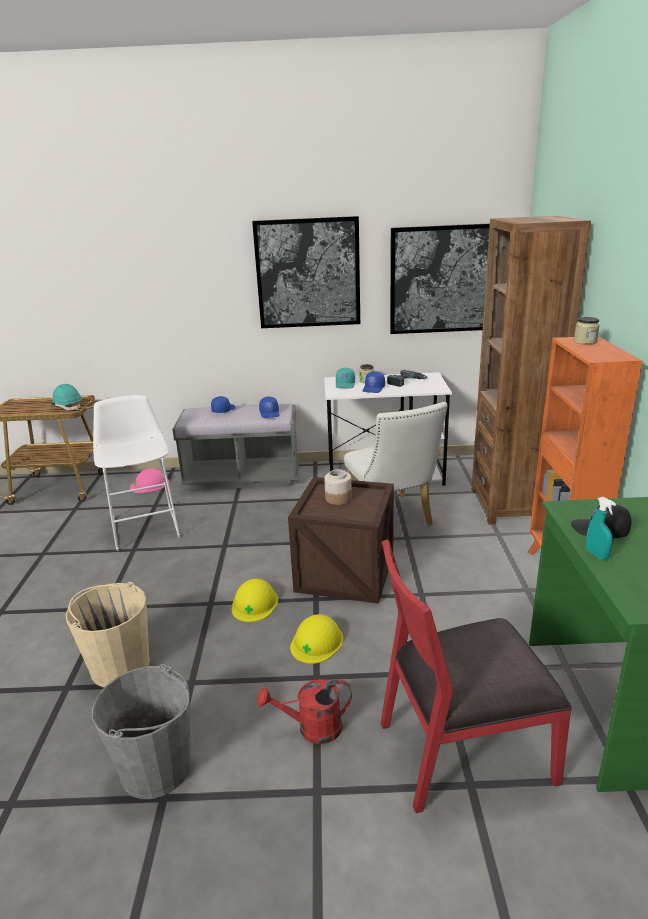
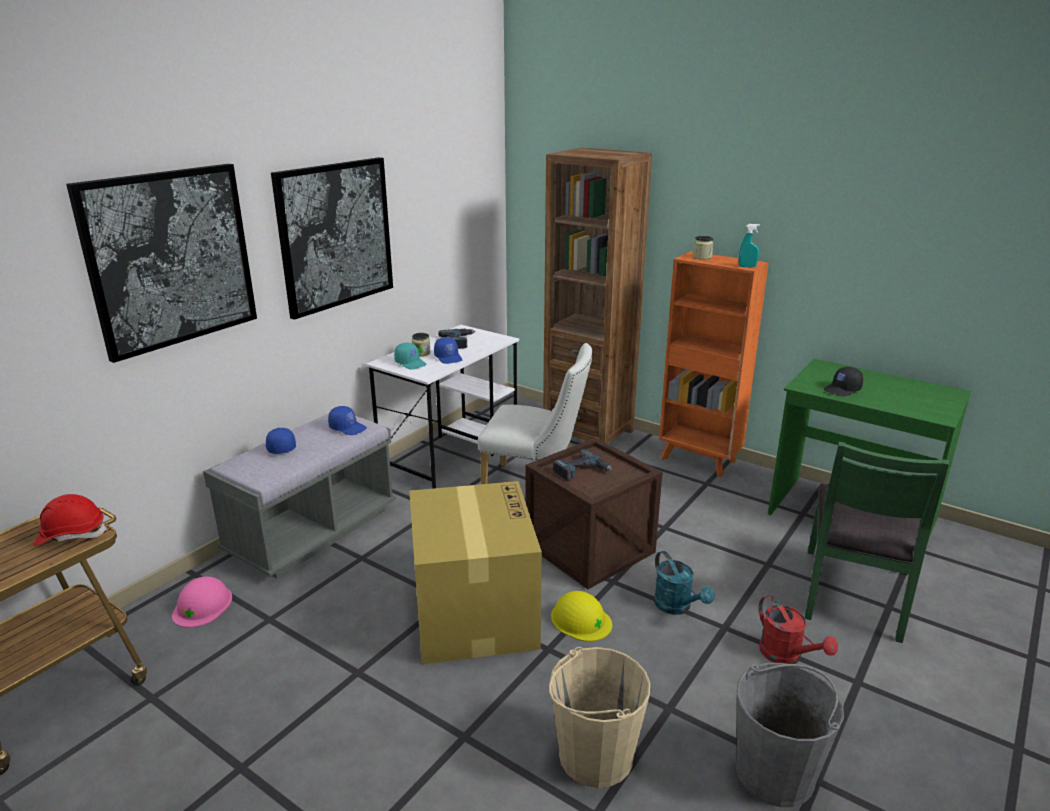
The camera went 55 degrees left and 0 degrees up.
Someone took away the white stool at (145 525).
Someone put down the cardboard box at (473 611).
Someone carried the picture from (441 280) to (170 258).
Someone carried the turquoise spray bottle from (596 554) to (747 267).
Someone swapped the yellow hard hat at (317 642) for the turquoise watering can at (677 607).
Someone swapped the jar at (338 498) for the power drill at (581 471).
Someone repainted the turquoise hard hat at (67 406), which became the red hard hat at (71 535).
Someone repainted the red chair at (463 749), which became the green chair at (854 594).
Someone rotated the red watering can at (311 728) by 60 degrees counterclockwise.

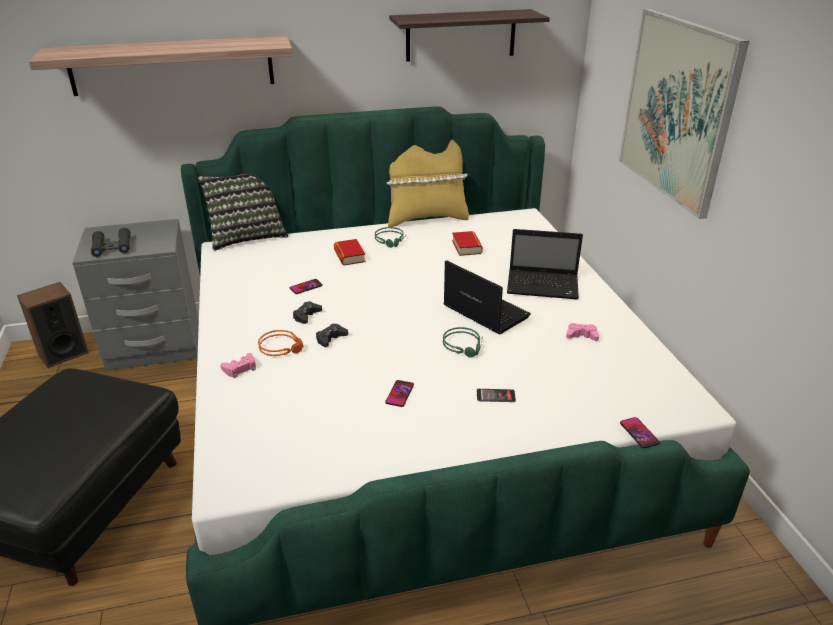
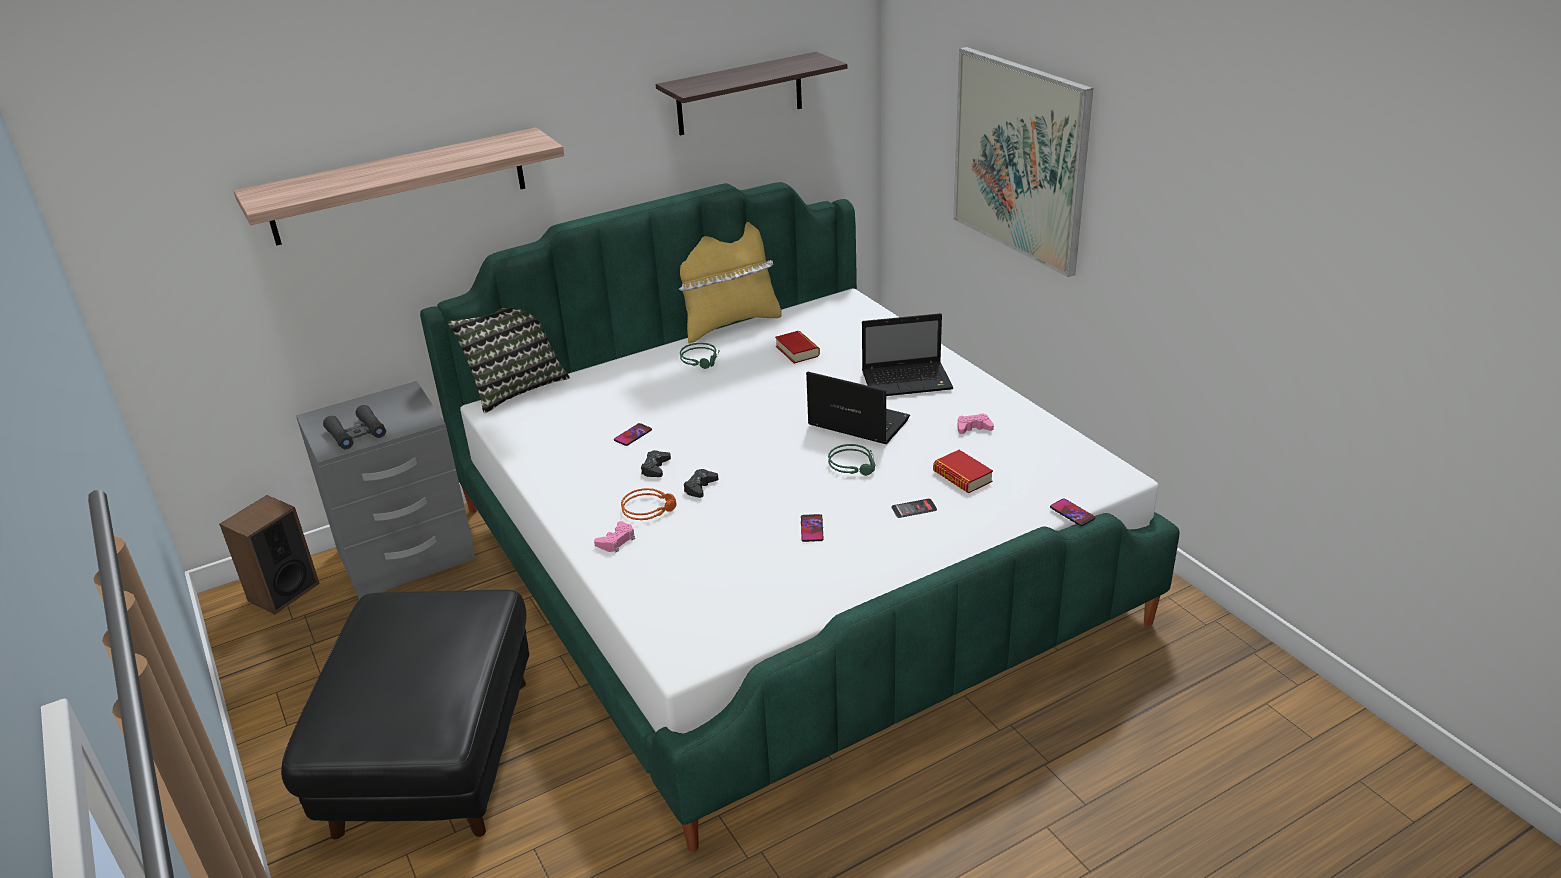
The camera went 15 degrees left and 0 degrees up.
Someone carried the book from (349 256) to (962 477).

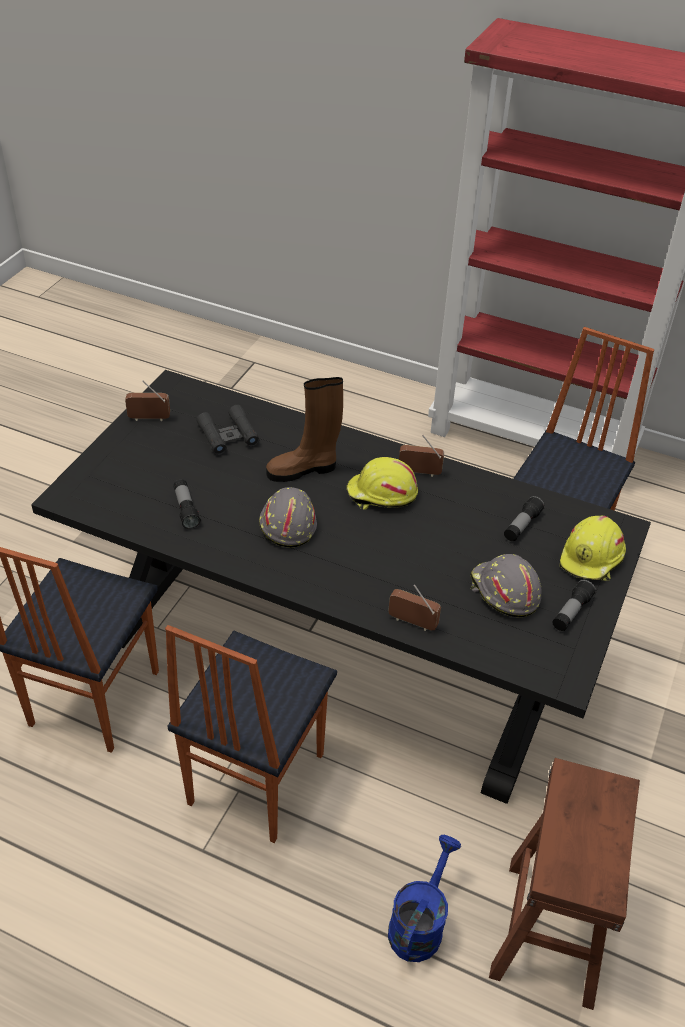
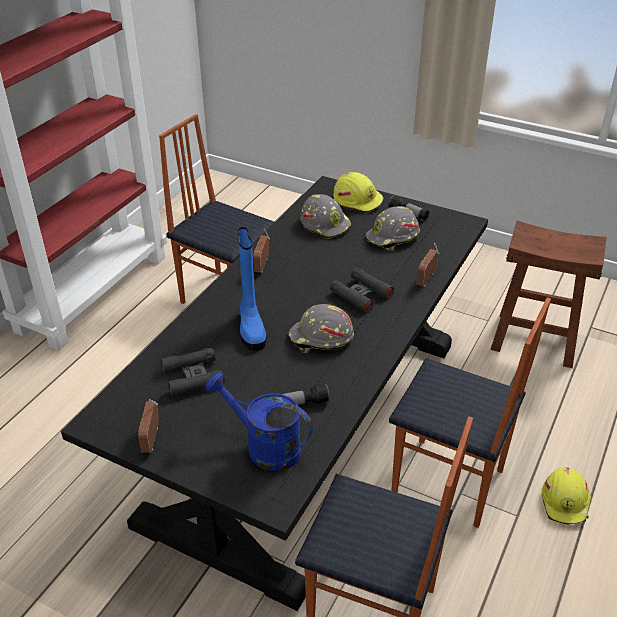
The camera went 85 degrees left and 5 degrees down.
Someone put down the black binoculars at (361 294).
Someone carried the yellow hard hat from (381 494) to (565 502).
Someone carried the blue watering can from (419 923) to (264 446).
Someone swapped the flashlight at (522 525) for the grey hard hat at (325 224).
Someone repainted the brown boot at (303 470), which became the blue boot at (251 328).

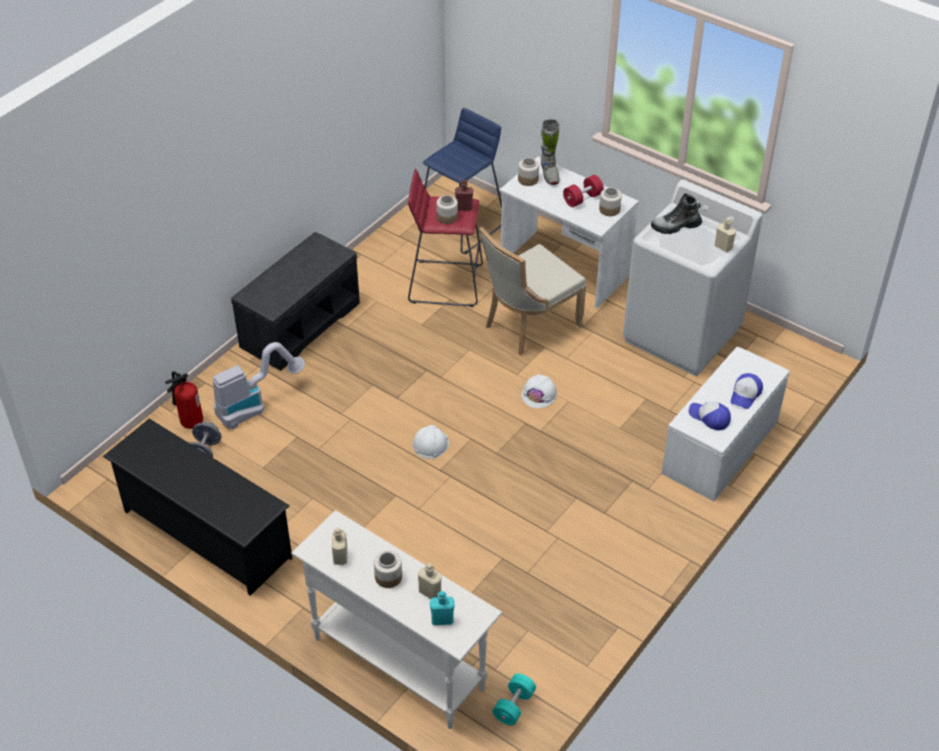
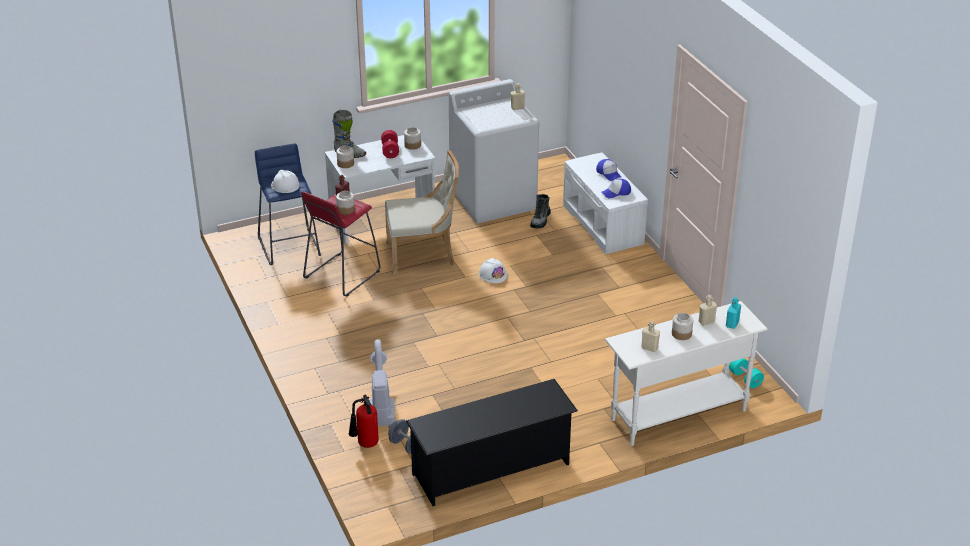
The camera went 60 degrees left and 10 degrees down.
Someone took away the grey bench at (300 324).
Someone carried the white hard hat from (430 444) to (285 185).
Someone carried the boot from (675 226) to (540 220).
Someone rotated the beige chair at (528 326) by 90 degrees counterclockwise.

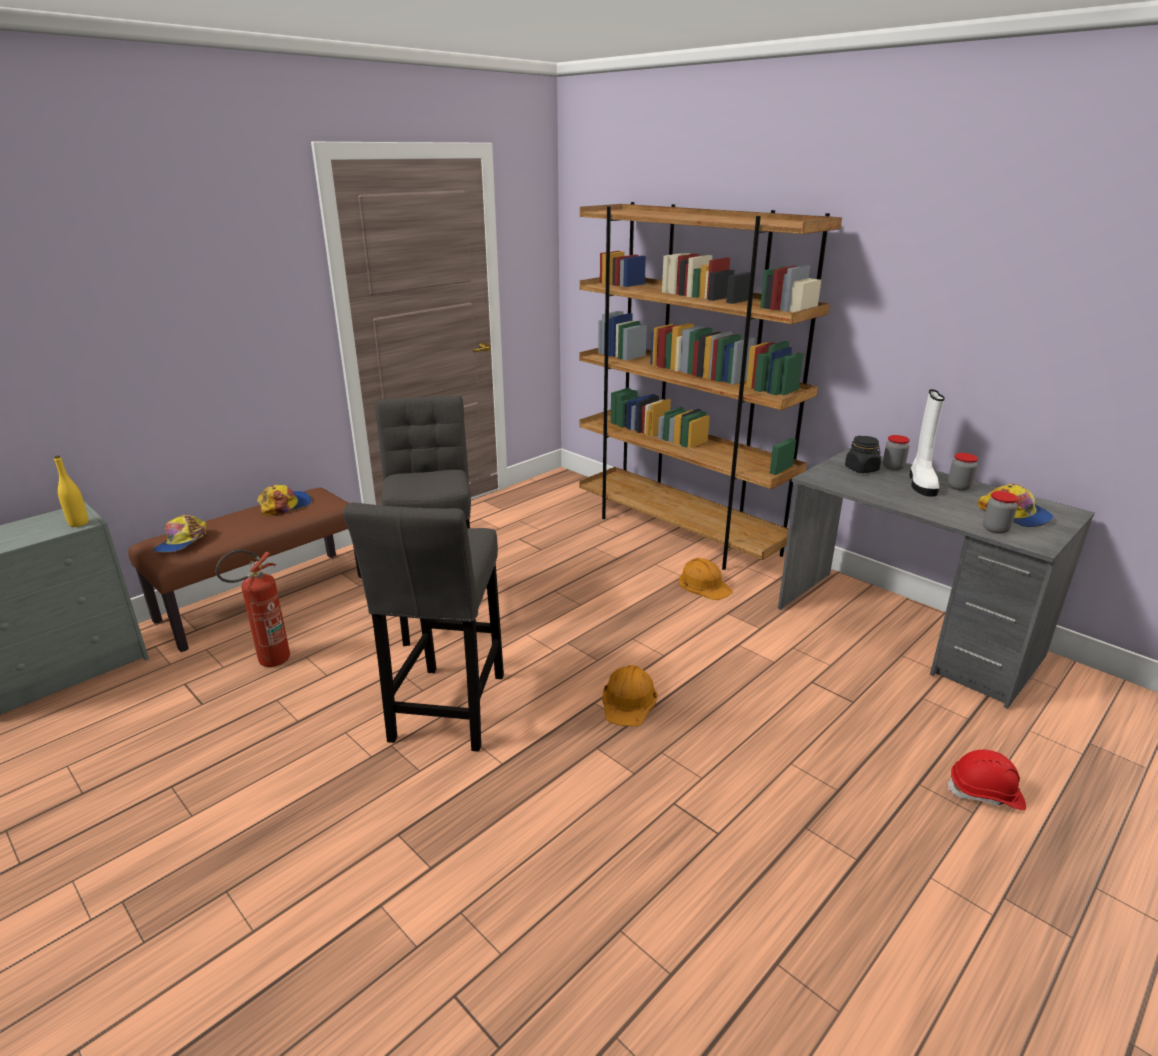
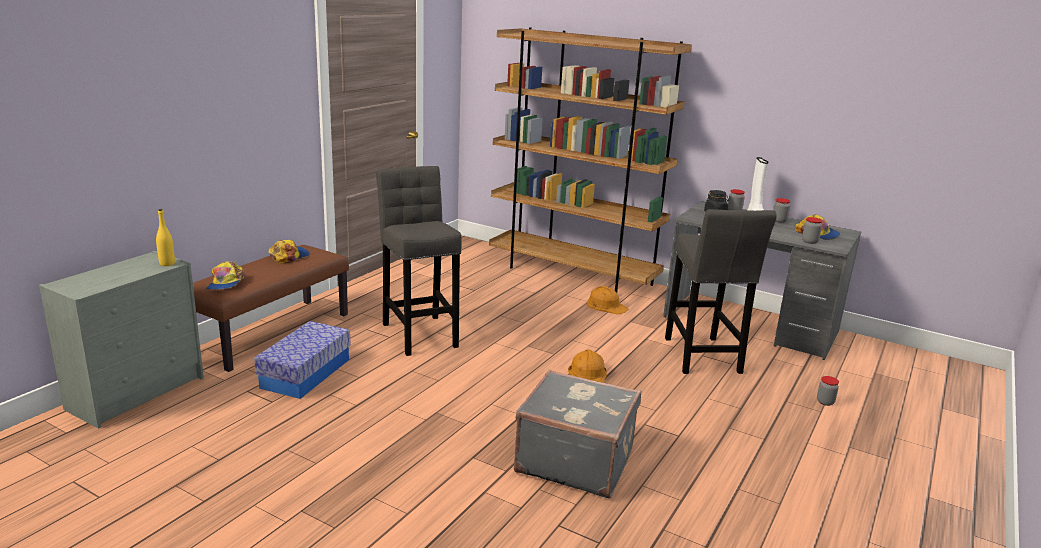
The camera went 15 degrees left and 5 degrees down.
Someone put down the grey suitcase at (574 460).
Someone carried the grey stool from (447 712) to (702 358).
Someone swapped the fire extinguisher at (267 663) for the storage box at (305 373).
Someone swapped the red hard hat at (985 794) for the jar at (825 402).

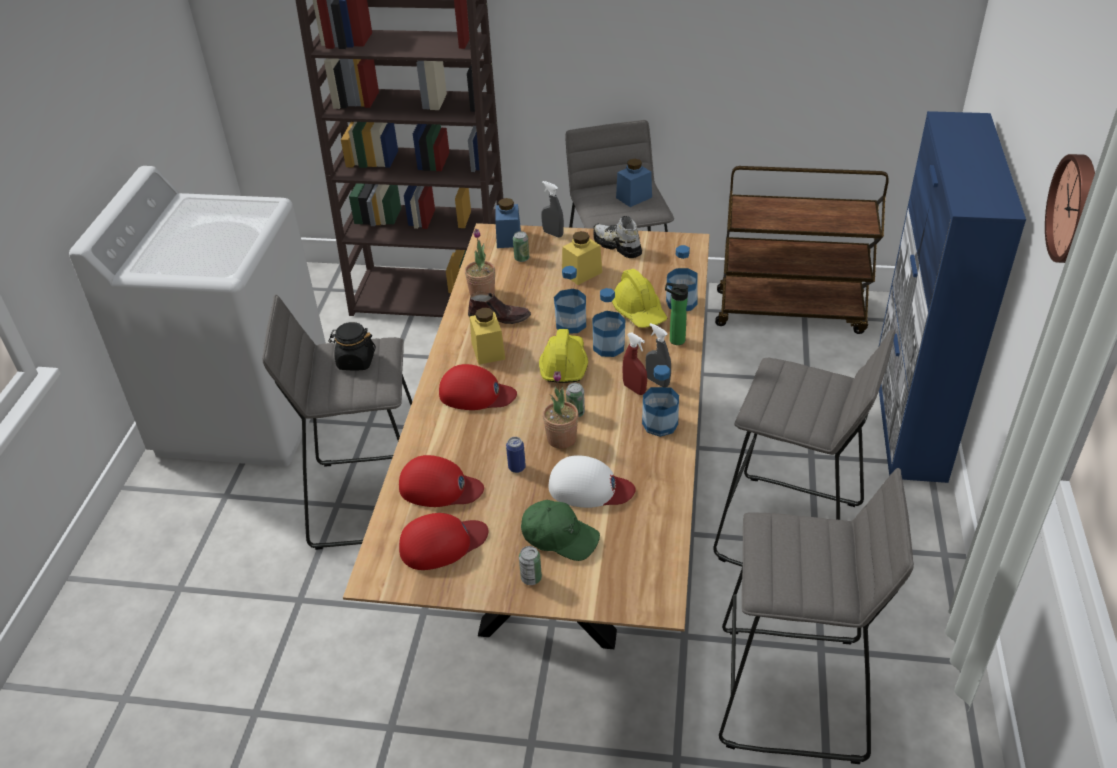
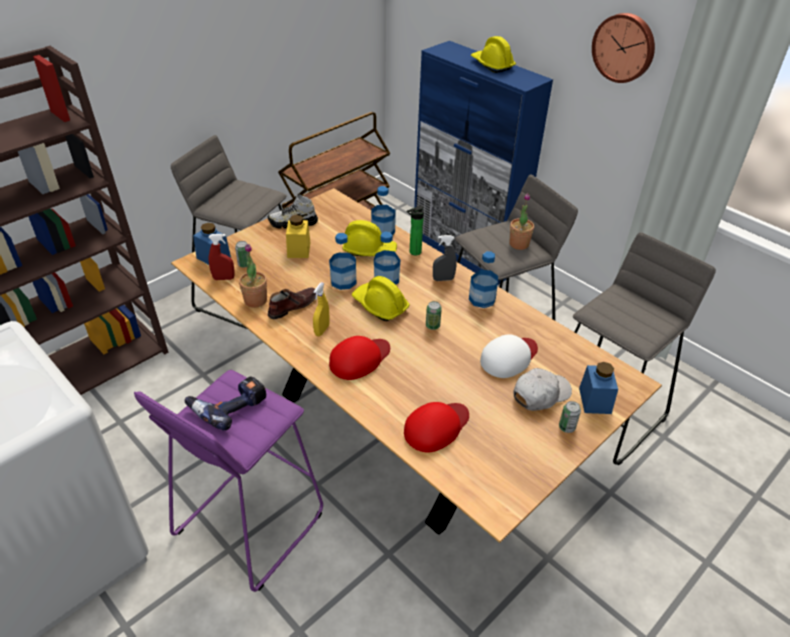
The camera went 55 degrees left and 0 degrees up.
Someone took away the red cap at (442 543).
Someone took away the can at (517 467).
Someone took away the grey spray bottle at (553 234).
Someone put down the yellow hard hat at (492 65).
Someone carried the potted plant from (561 438) to (519 244).
Someone carried the blue jar from (634 197) to (595 400).
Someone carried the red spray bottle from (634 389) to (223 278).
Someone swapped the black jar at (355 361) for the power drill at (228 406).
Someone swapped the yellow jar at (488 351) for the yellow spray bottle at (322 330).
Someone repainted the grey stool at (371 499), which became the purple stool at (248 523).
Someone repainted the green cap at (559 537), which became the white cap at (540 394).

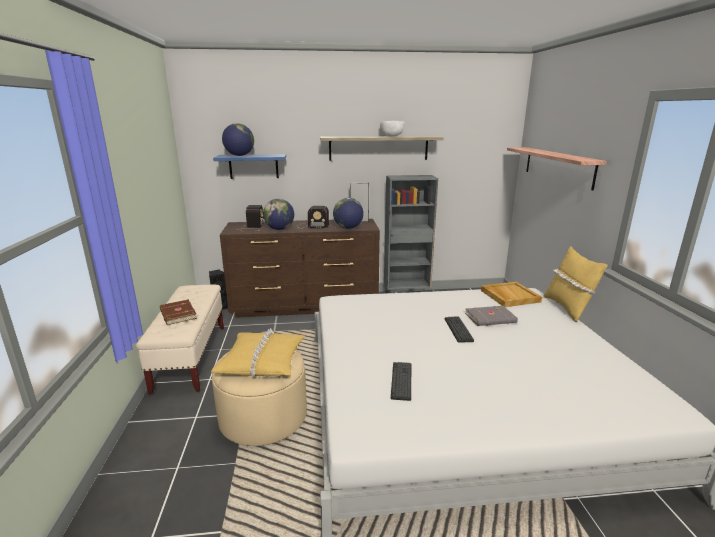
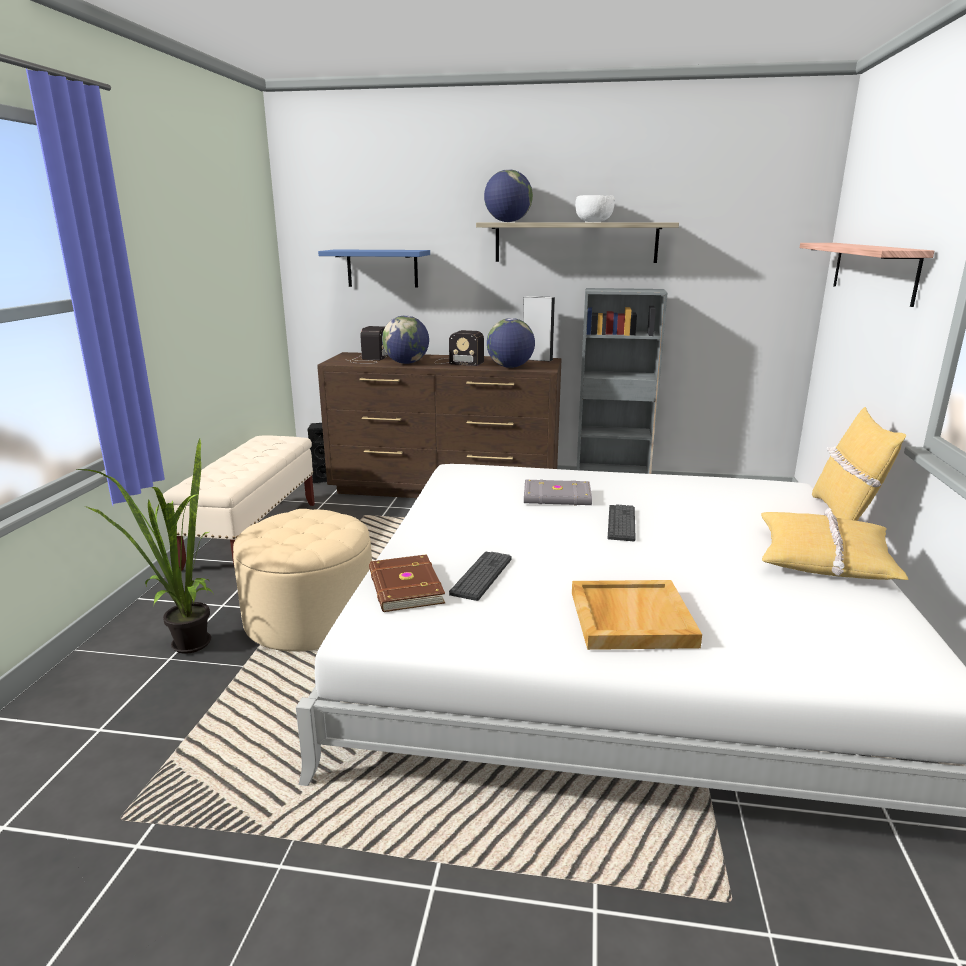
The camera went 15 degrees right and 0 degrees up.
Someone put down the potted plant at (182 645).
Someone carried the brown book from (177 314) to (404 587).
Someone carried the yellow pillow from (262 361) to (824 558).
Someone carried the globe from (239 155) to (508 222).
Someone carried the grey book from (491 318) to (557 497).
Someone carried the beige tray from (509 296) to (630 618).

